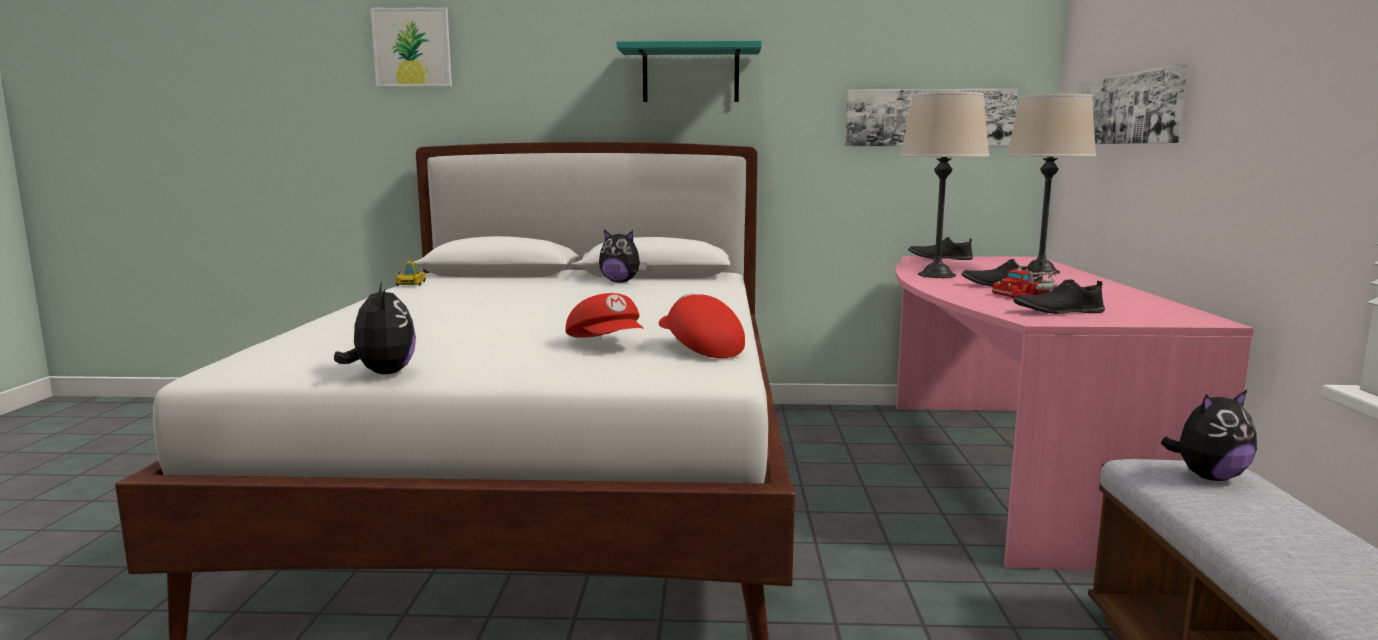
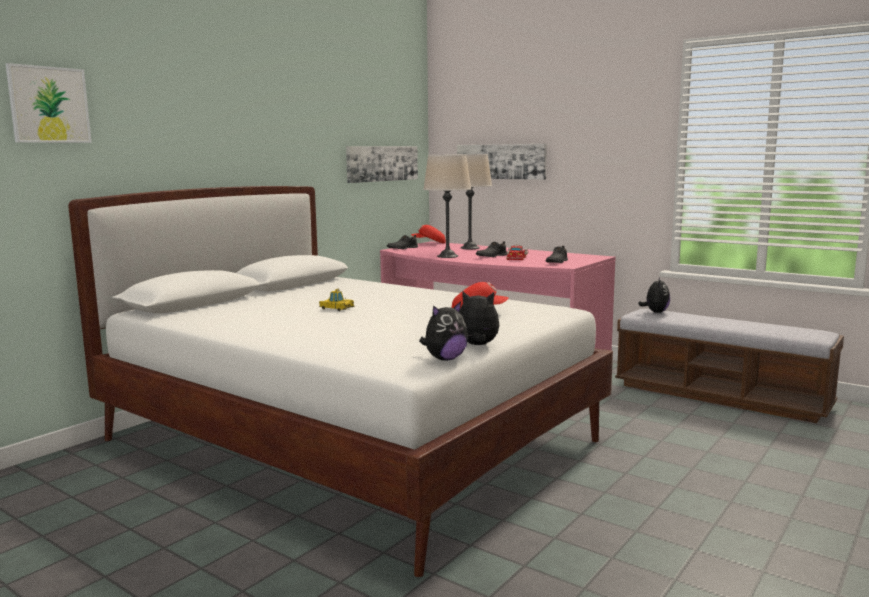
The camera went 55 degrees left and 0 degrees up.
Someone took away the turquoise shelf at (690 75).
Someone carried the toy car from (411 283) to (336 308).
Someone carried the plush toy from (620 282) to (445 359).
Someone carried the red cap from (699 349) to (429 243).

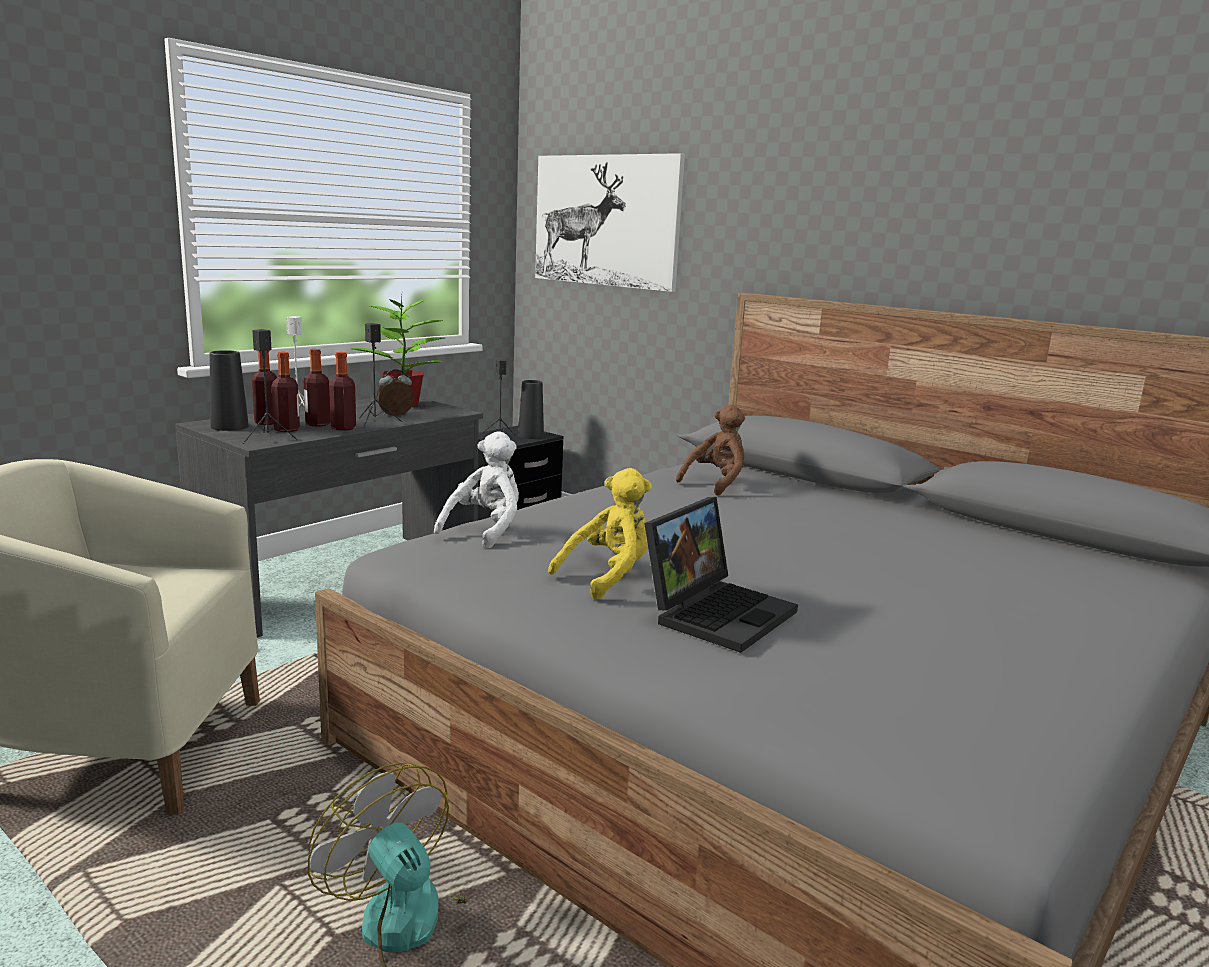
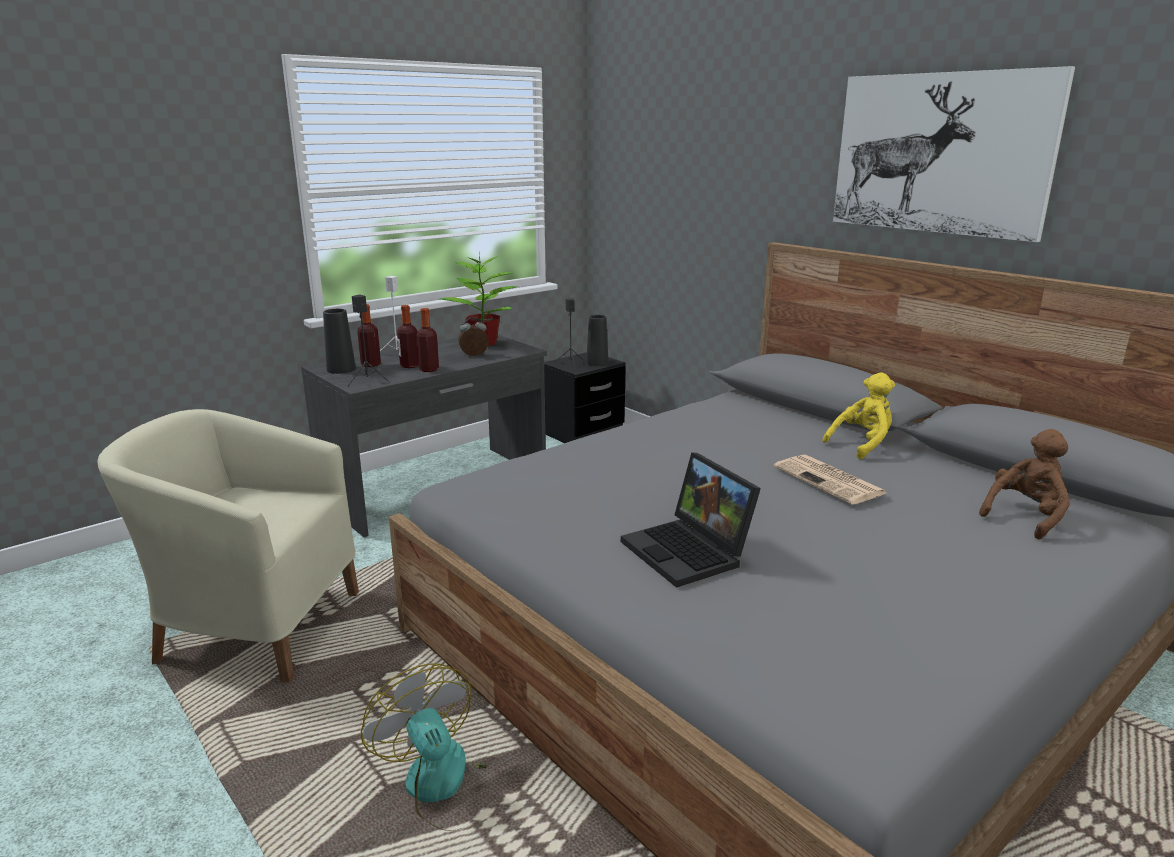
The camera went 10 degrees right and 5 degrees up.
Someone took away the bottle at (287 430).
Someone took away the black speaker at (375 422).
Someone took away the white plush toy at (485 530).
Someone put down the newspaper at (830 481).
Someone carried the picture from (606 221) to (940 154).
Someone carried the yellow plush toy from (608 577) to (862 444).
Someone carried the brown plush toy from (716 483) to (1025 516).
Someone rotated the laptop at (717 612) by 105 degrees clockwise.

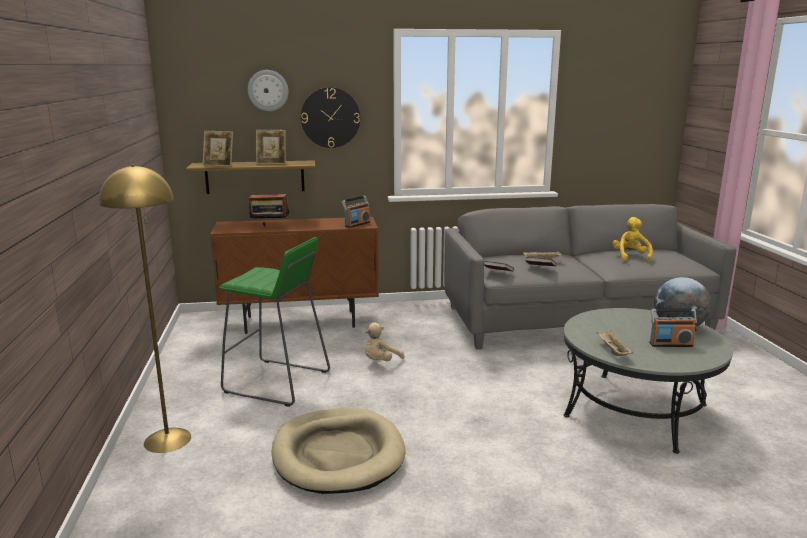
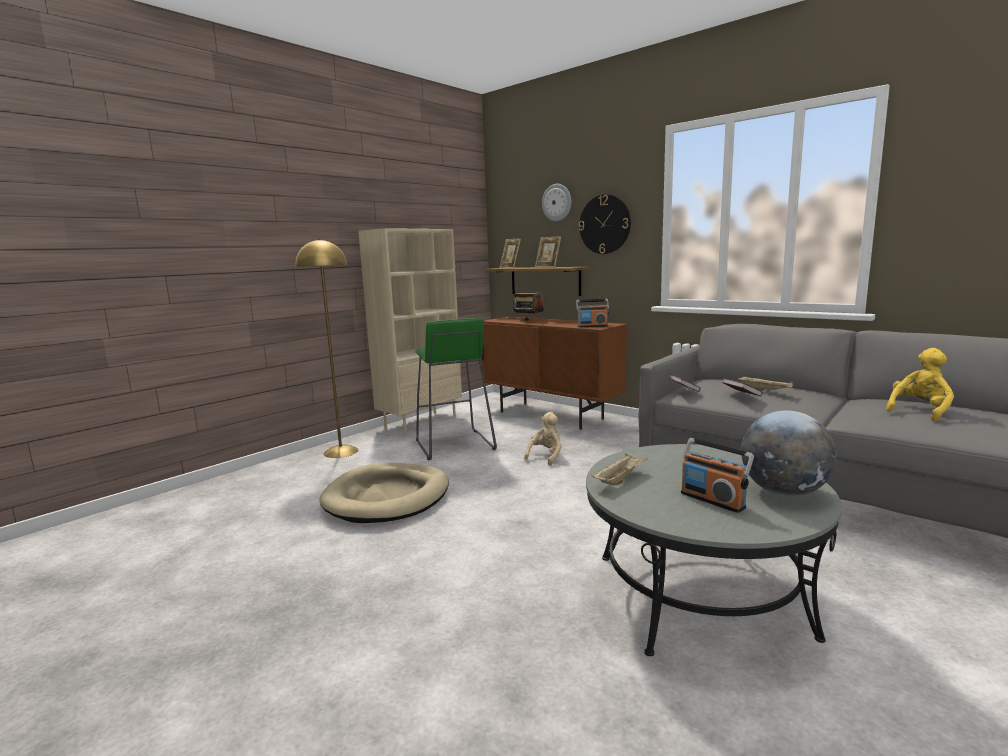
The camera went 50 degrees right and 5 degrees down.
Someone put down the beige bookcase at (420 422).
Someone rotated the beige plush toy at (381 361) by 120 degrees clockwise.

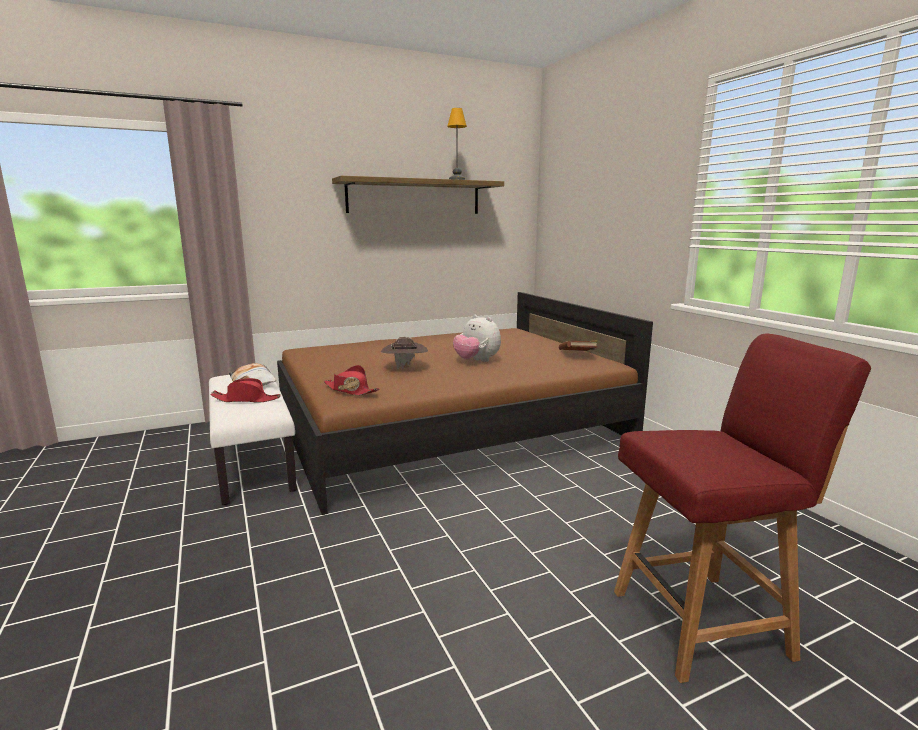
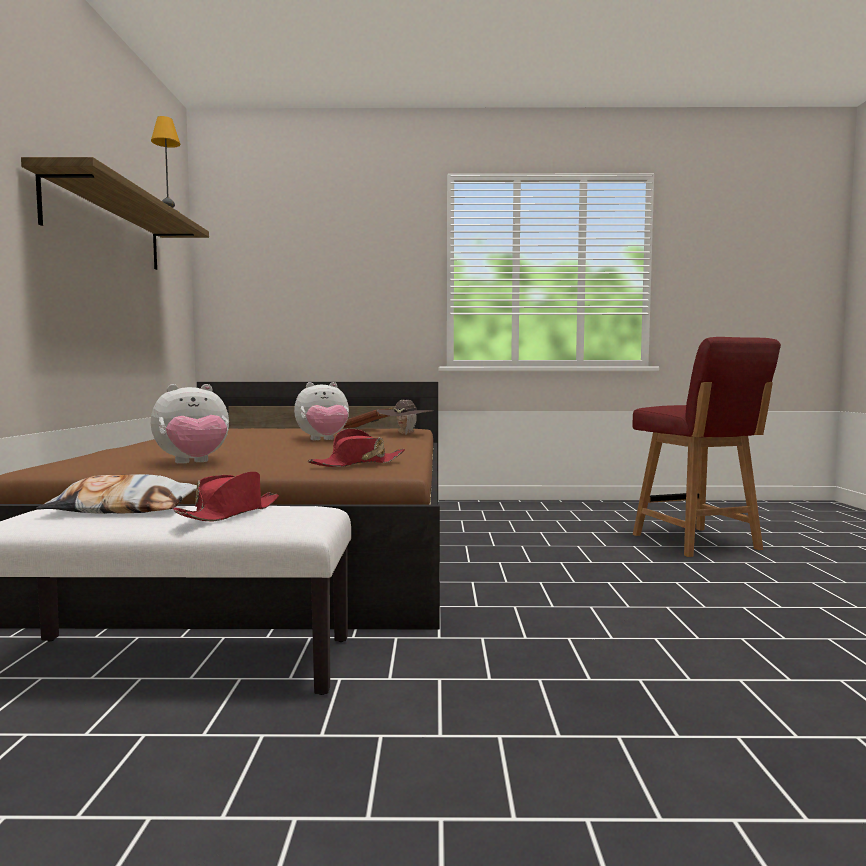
The camera went 65 degrees left and 10 degrees down.
Someone put down the plush toy at (193 463).
Someone carried the brown hat from (405 368) to (405 434).
Someone rotated the red chair at (703 623) by 150 degrees clockwise.

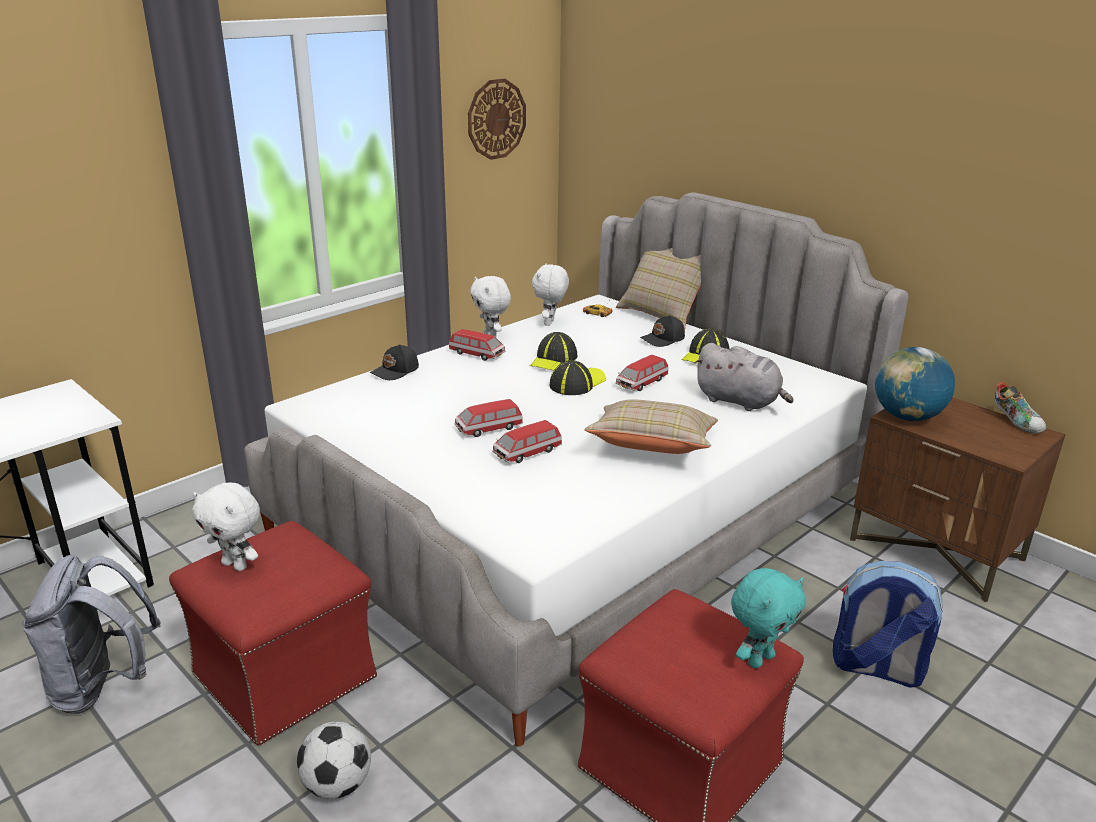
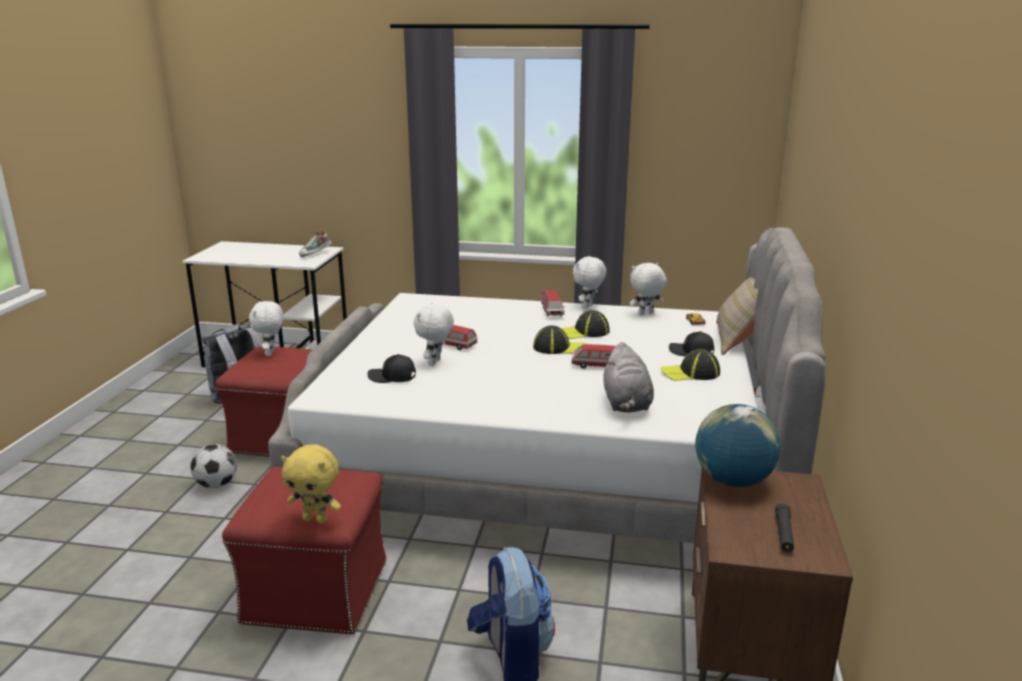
The camera went 55 degrees right and 5 degrees down.
Someone took away the wall clock at (496 119).
Someone took away the beige pillow at (652 448).
Someone put down the black flashlight at (784 534).
Someone carried the black cap from (395 371) to (392 377).
Someone carried the shoe from (1016 422) to (316 255).
Someone swapped the toy car at (527 453) for the white plush toy at (435 363).
Someone repainted the turquoise plush toy at (759 659), which became the yellow plush toy at (316 519).

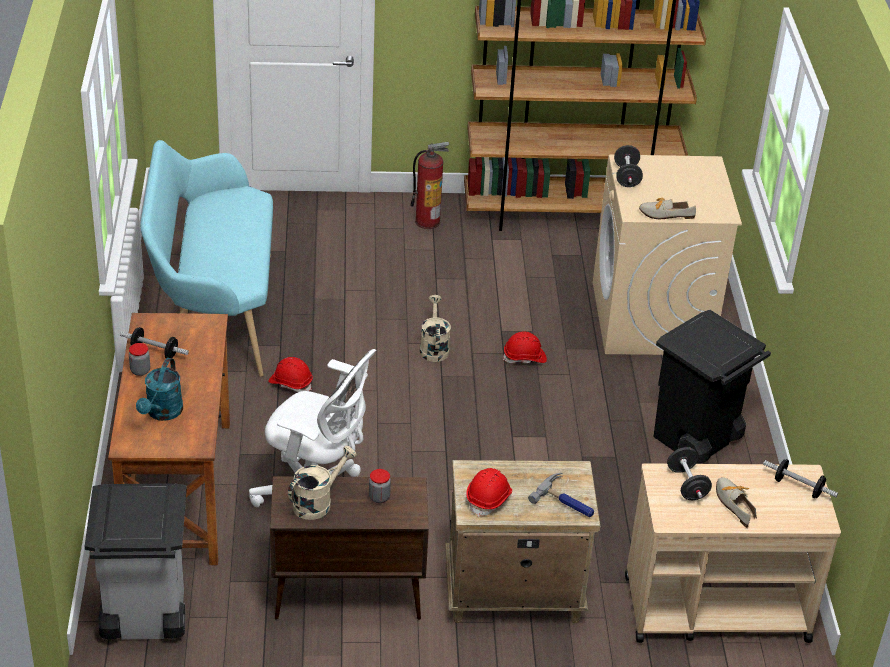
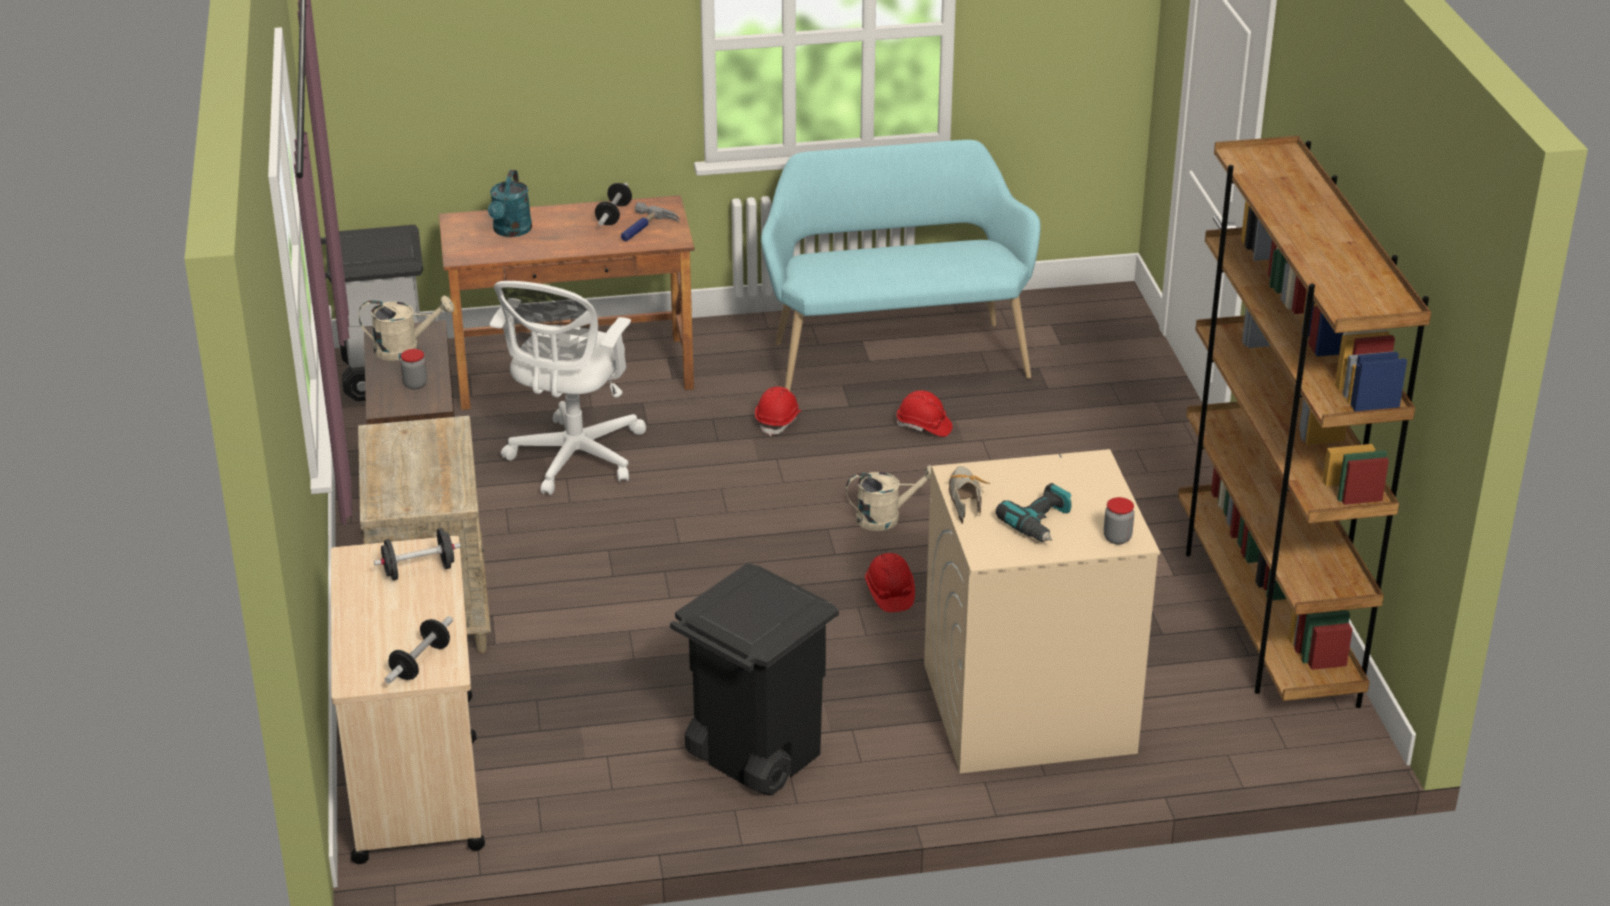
The camera went 85 degrees right and 5 degrees down.
Someone took away the fire extinguisher at (427 221).
Someone took away the black dumbbell at (626 177).
Someone took away the shoe at (734 503).
Someone put down the power drill at (1041 523).
Someone carried the jar from (140 371) to (1117 538).
Someone carried the red hard hat from (489 499) to (924 426).
Someone carried the hammer from (567 501) to (644 229).
Someone rotated the turquoise watering can at (162 413) by 90 degrees counterclockwise.
Someone rotated the beige watering can at (318 502) by 45 degrees counterclockwise.

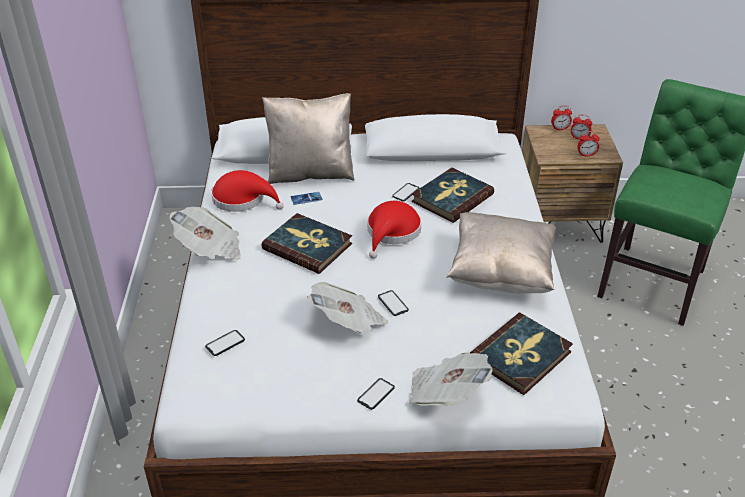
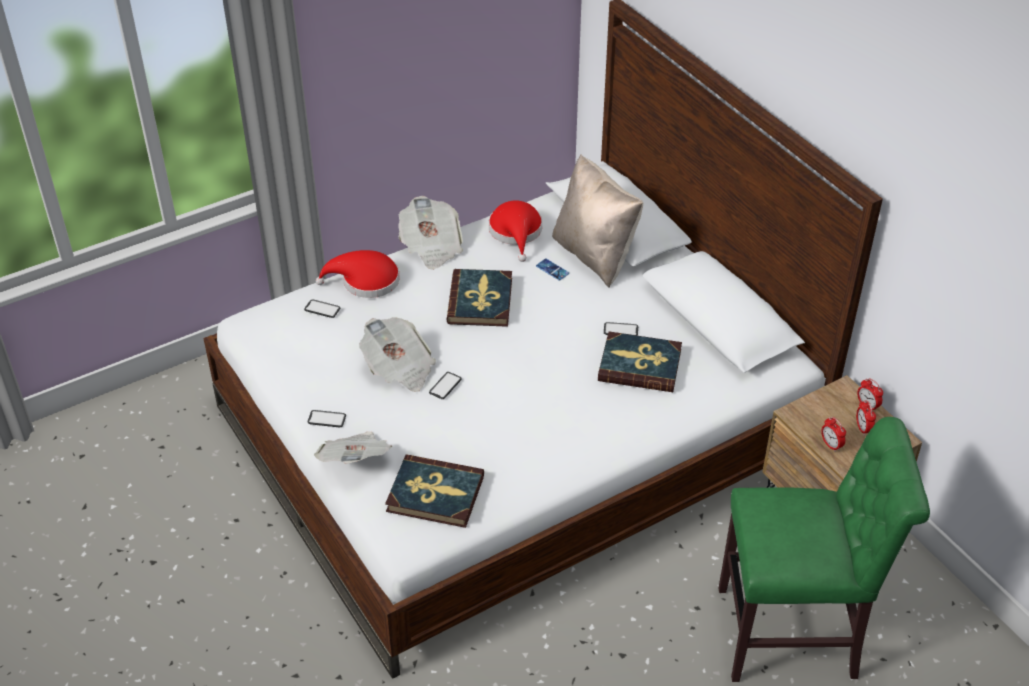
The camera went 60 degrees right and 5 degrees up.
Someone took away the beige pillow at (501 274).
Someone carried the red hat from (392 232) to (365 281).

